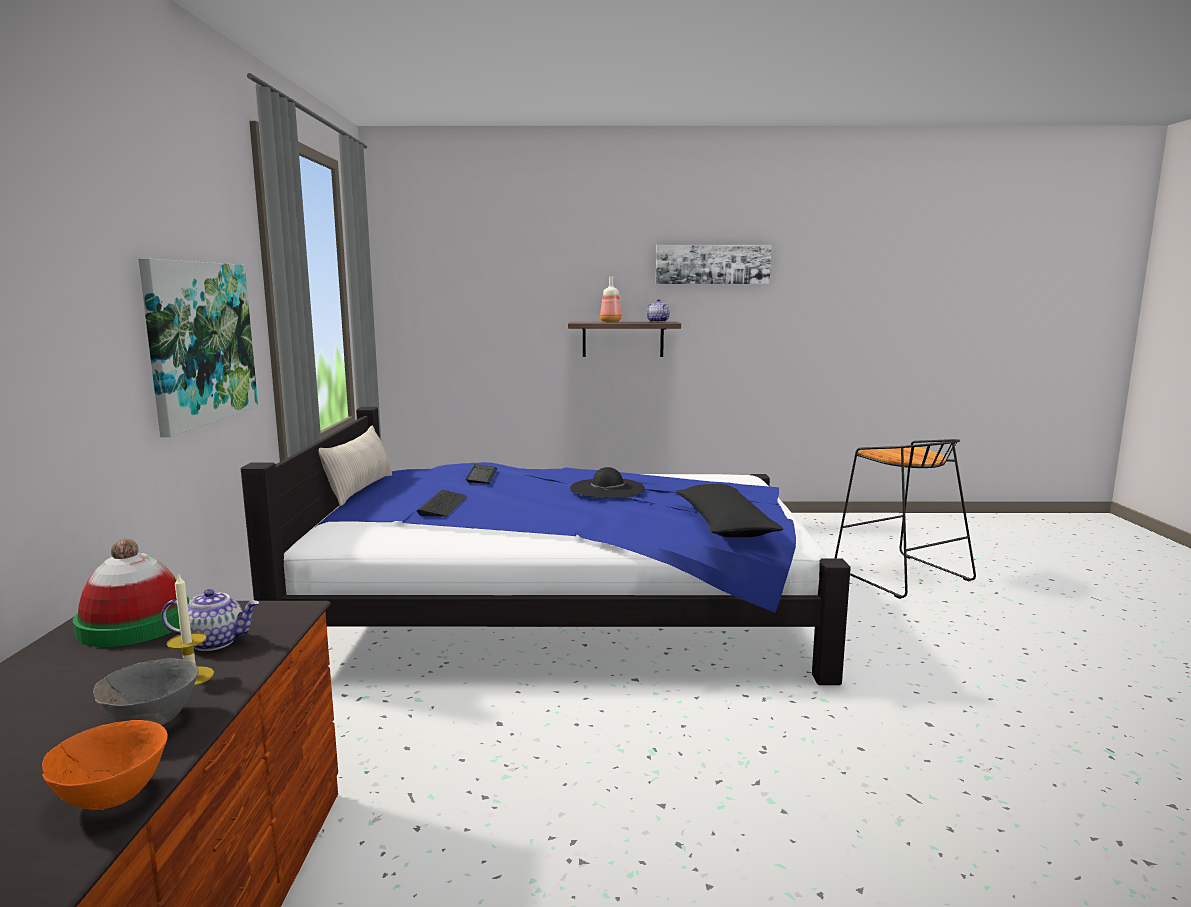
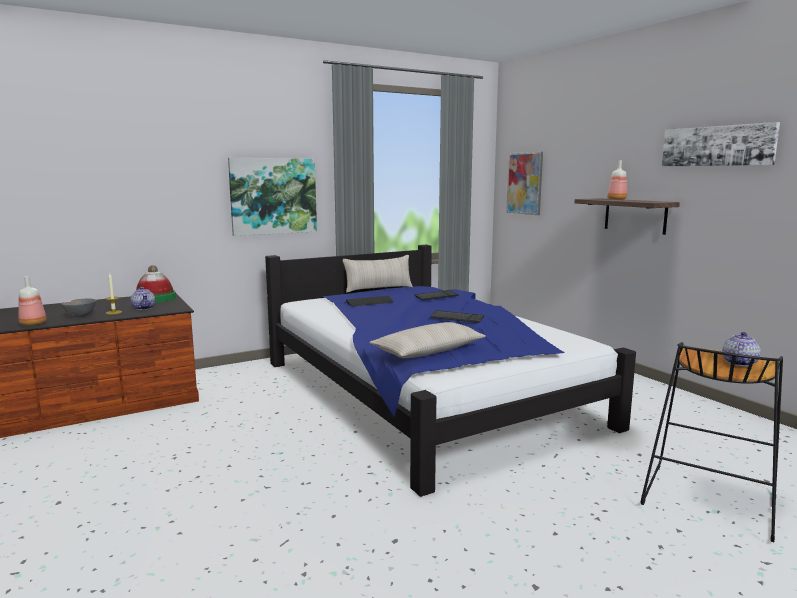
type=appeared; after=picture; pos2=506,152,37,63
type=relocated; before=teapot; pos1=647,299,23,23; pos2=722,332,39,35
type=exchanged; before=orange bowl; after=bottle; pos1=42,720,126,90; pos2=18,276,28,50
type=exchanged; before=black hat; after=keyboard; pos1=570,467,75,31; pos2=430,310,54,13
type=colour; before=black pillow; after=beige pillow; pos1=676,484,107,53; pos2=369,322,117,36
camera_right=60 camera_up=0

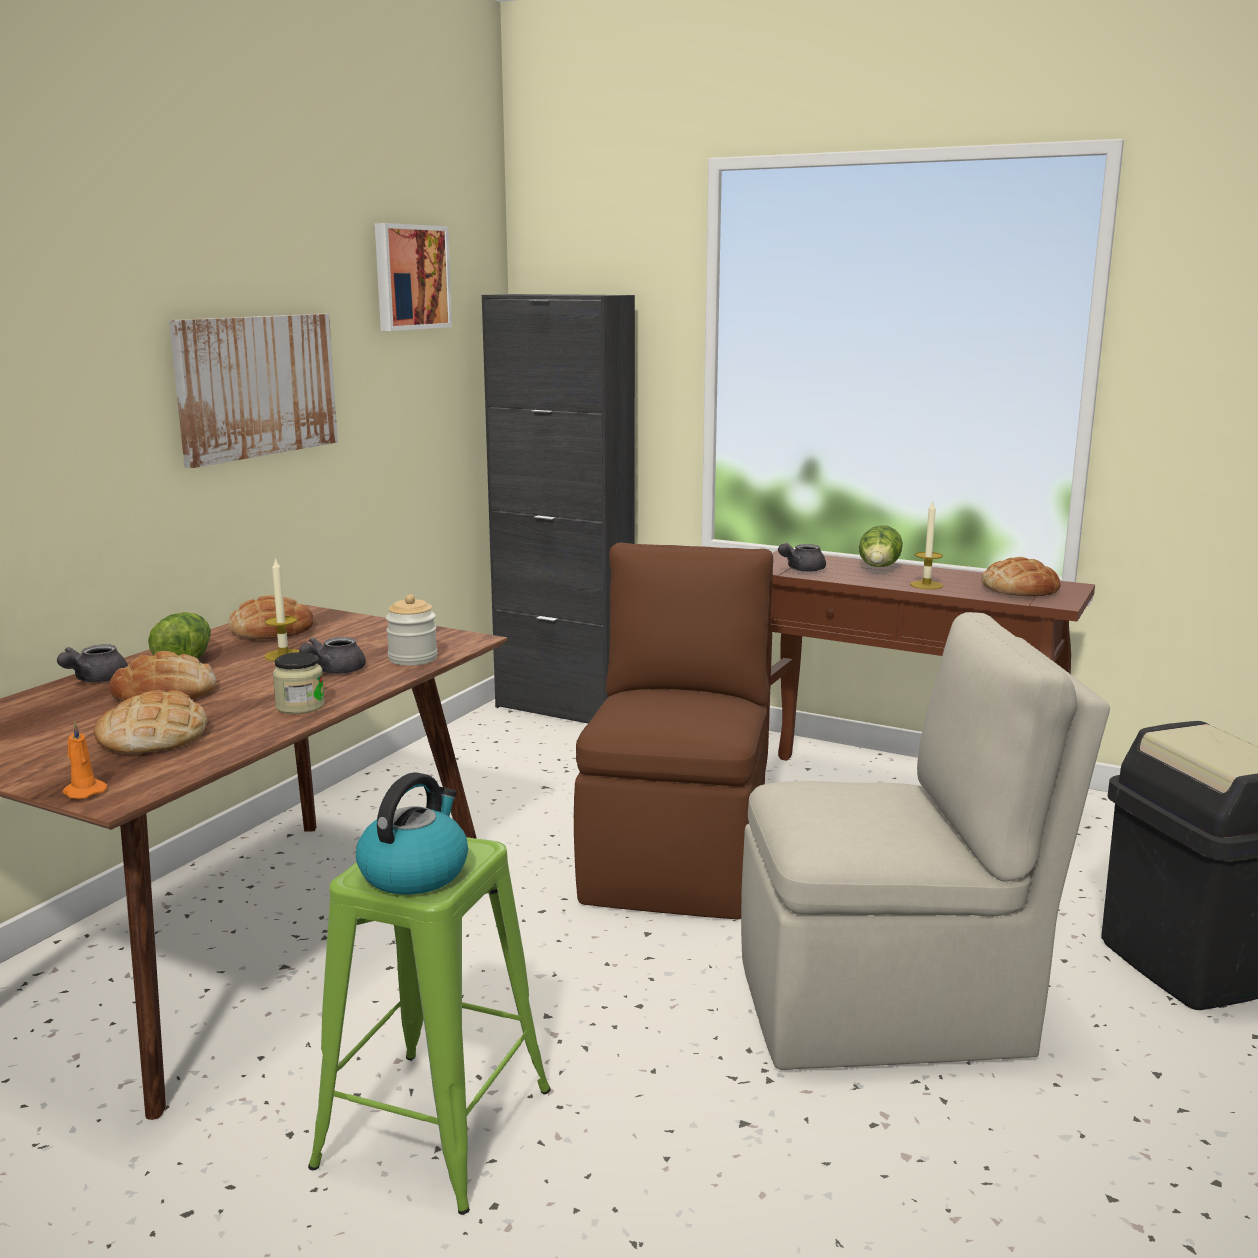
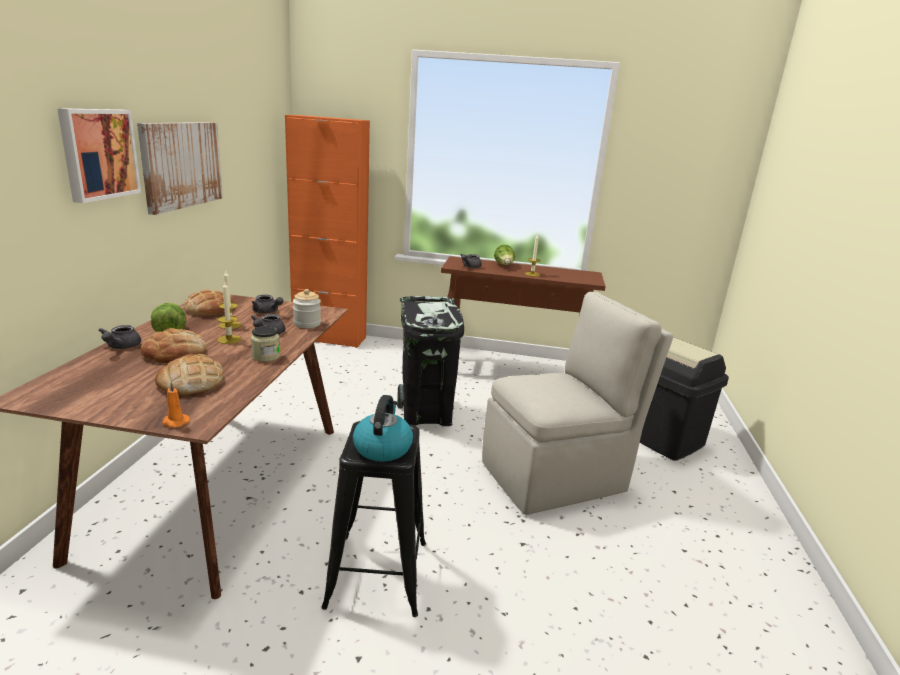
type=missing; before=bread; pos1=982,557,79,40
type=appeared; after=candle; pos2=217,282,24,62
type=appeared; after=grey teapot; pos2=252,295,31,19
type=relocated; before=picture; pos1=375,223,77,108; pos2=57,108,84,95
type=exchanged; before=brown chair; after=black trash can; pos1=574,543,199,377; pos2=397,296,67,130
type=colour; before=green stool; after=black stool; pos1=308,837,243,378; pos2=322,421,104,196
type=colour; before=black cabinet; after=orange cabinet; pos1=482,294,153,430; pos2=285,115,85,233
camera_right=-20 camera_up=5

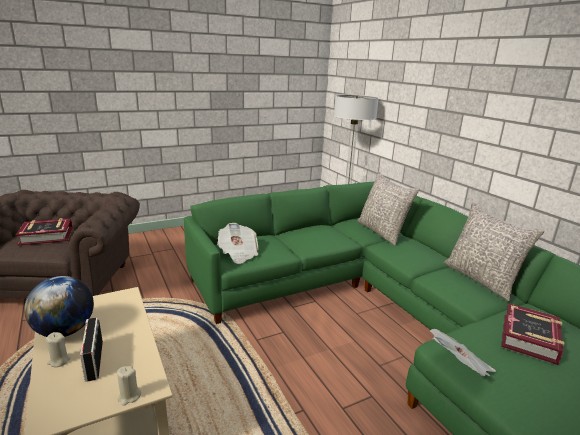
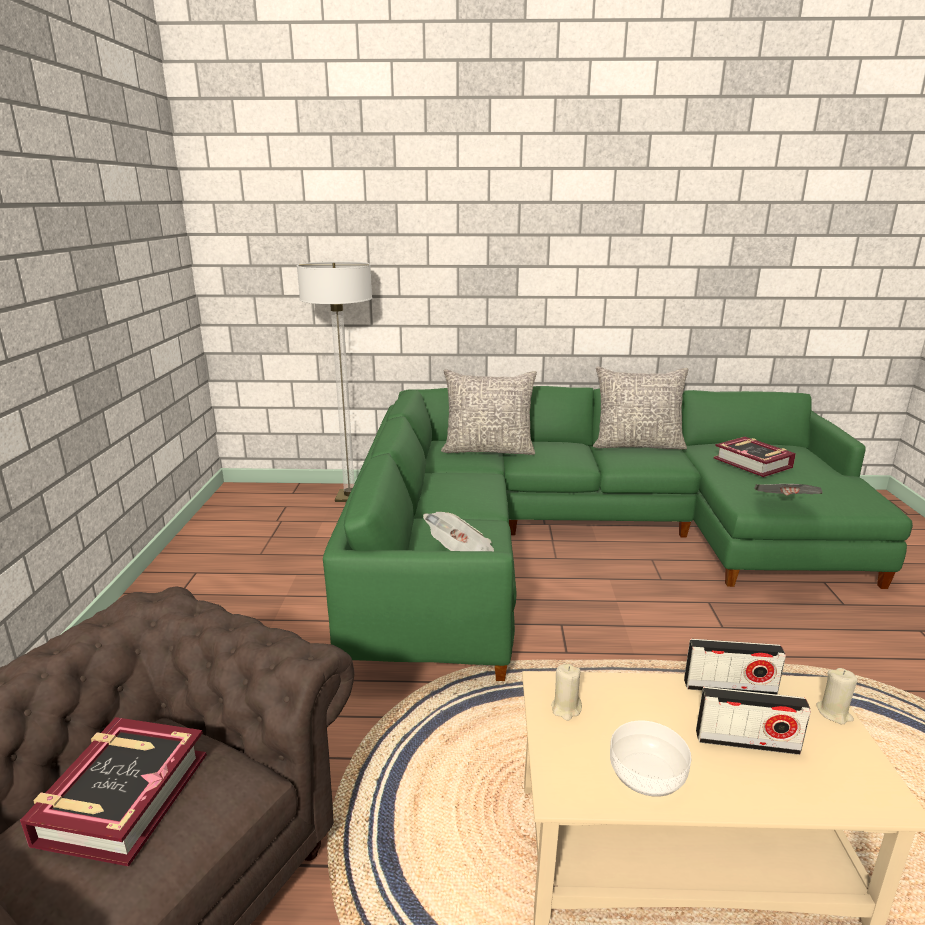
type=appeared; after=radio; pos2=684,639,102,56
type=relocated; before=beige candle; pos1=46,332,25,35; pos2=551,664,31,57
type=exchanged; before=globe; after=bowl; pos1=24,276,70,61; pos2=610,720,82,77
camera_right=-60 camera_up=0

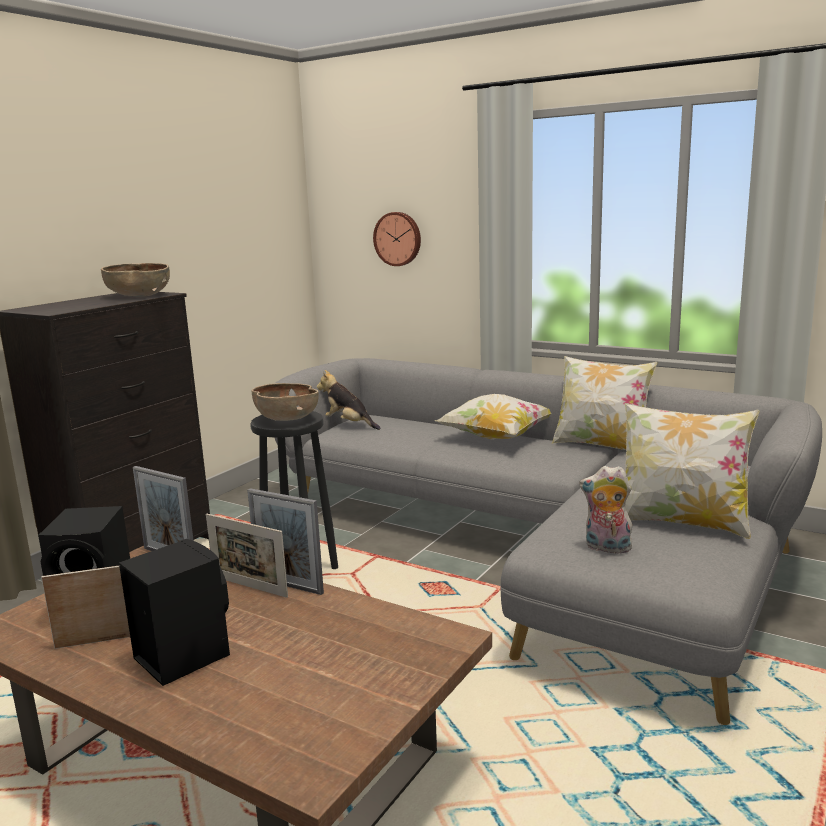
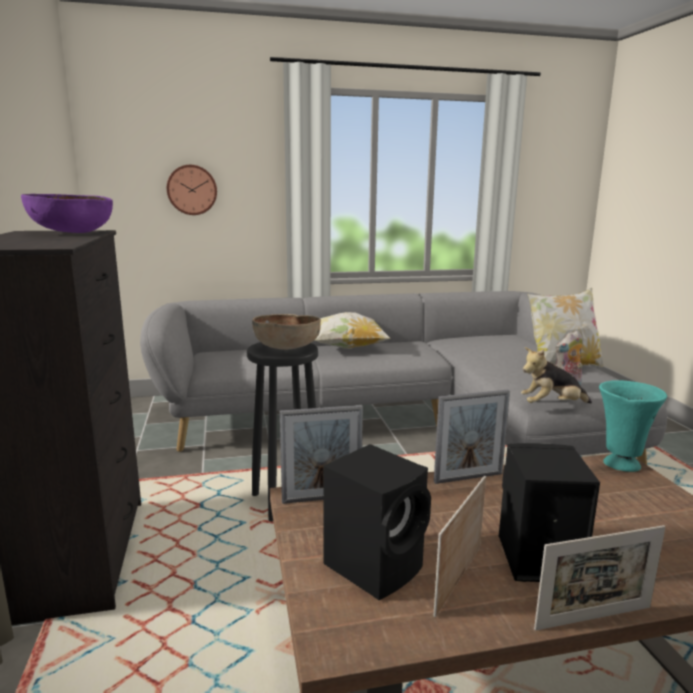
type=missing; before=pillow; pos1=552,356,105,94
type=appeared; after=turquoise vase; pos2=599,380,68,92
type=relocated; before=picture frame; pos1=206,514,82,84; pos2=534,525,131,106
type=relocated; before=plush toy; pos1=317,370,64,60; pos2=521,347,71,56
type=colour; before=brown bowl; after=purple bowl; pos1=101,263,69,33; pos2=21,194,92,39
camera_right=-45 camera_up=0

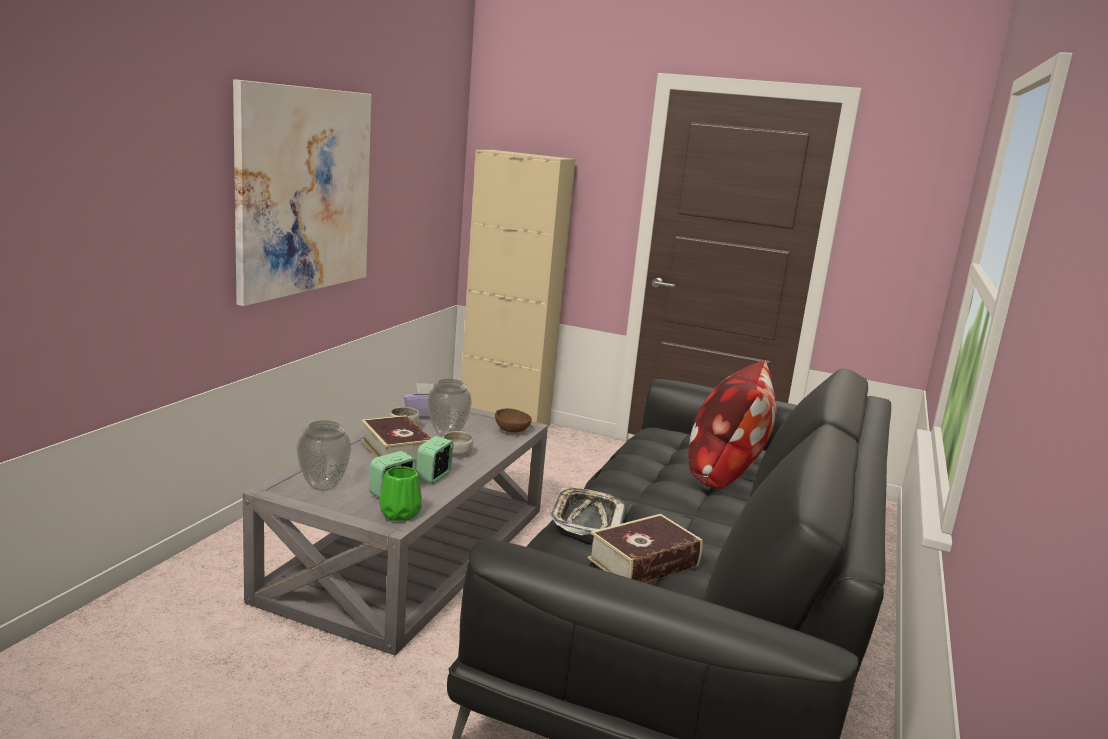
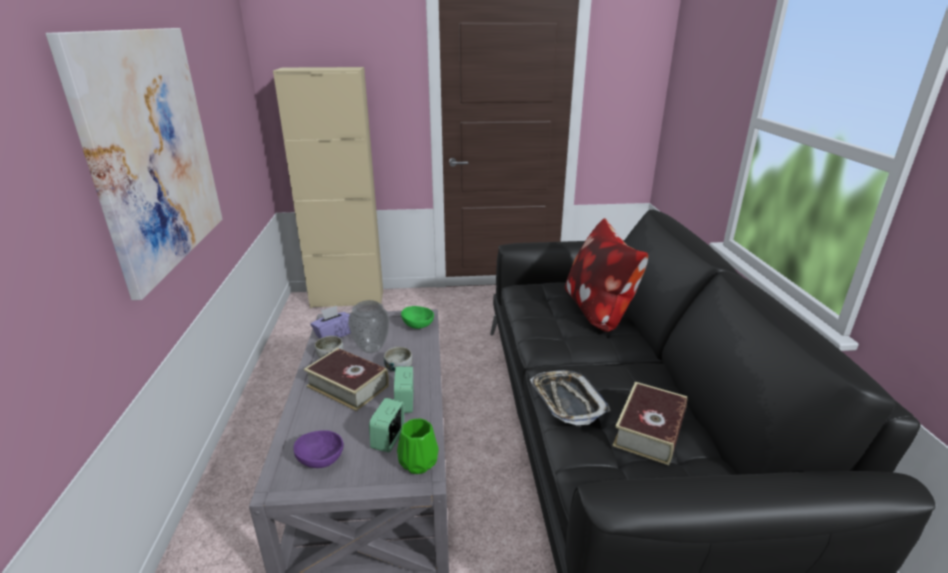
type=exchanged; before=vase; after=purple bowl; pos1=296,420,55,71; pos2=293,430,51,38
type=colour; before=brown bowl; after=green bowl; pos1=495,408,37,24; pos2=401,306,33,23
camera_right=-25 camera_up=10

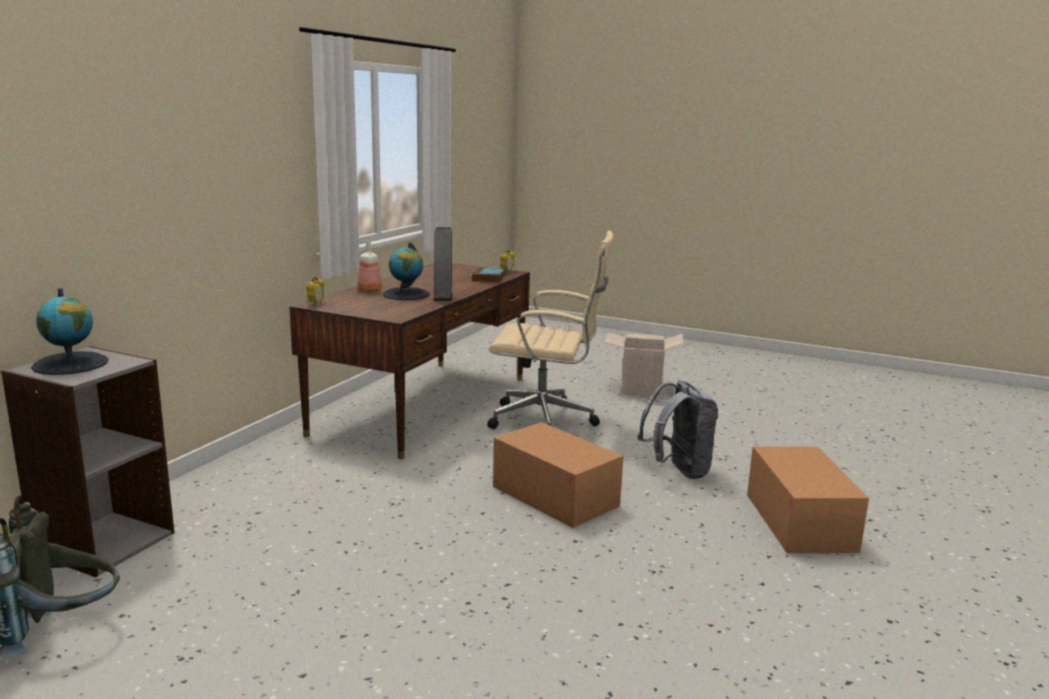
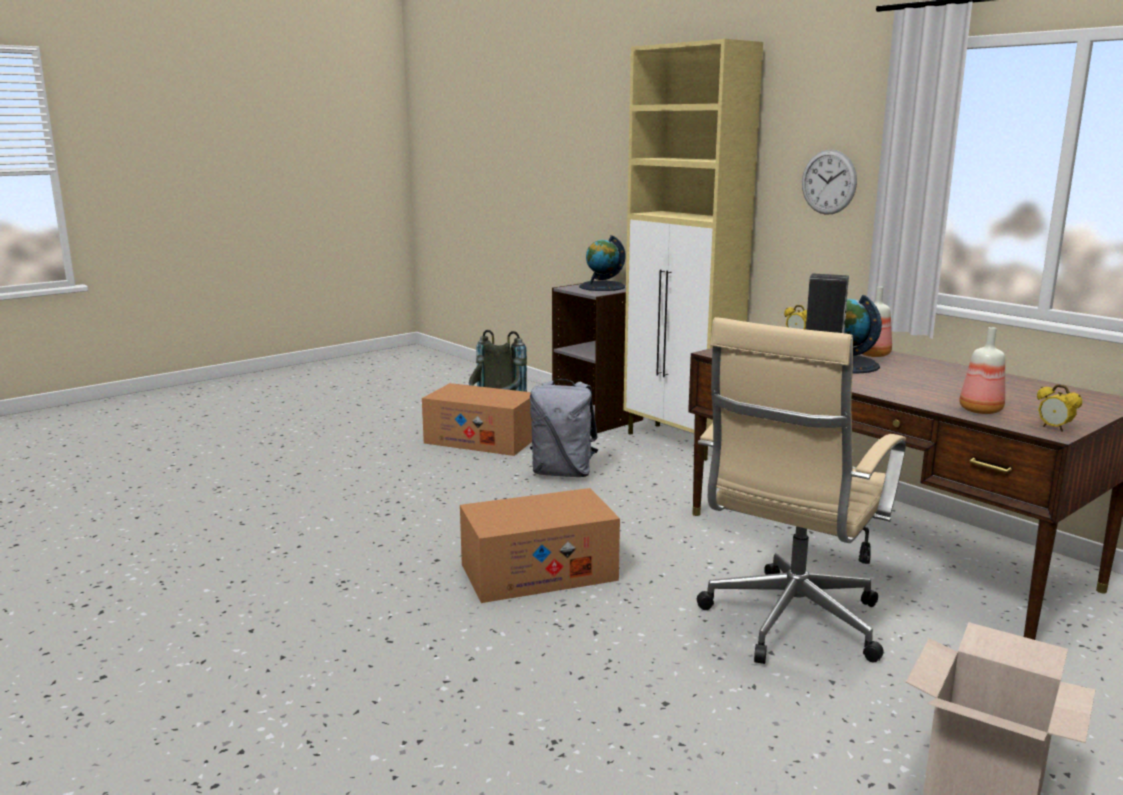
type=appeared; after=beige cabinet; pos2=623,39,140,422
type=appeared; after=wall clock; pos2=802,149,55,66
type=relocated; before=grey backpack; pos1=638,380,80,99; pos2=530,379,68,98
type=relocated; before=cardboard box; pos1=747,446,122,107; pos2=422,383,110,73
type=exchanged; before=book; after=bottle; pos1=472,267,33,16; pos2=959,327,46,87
camera_right=115 camera_up=0

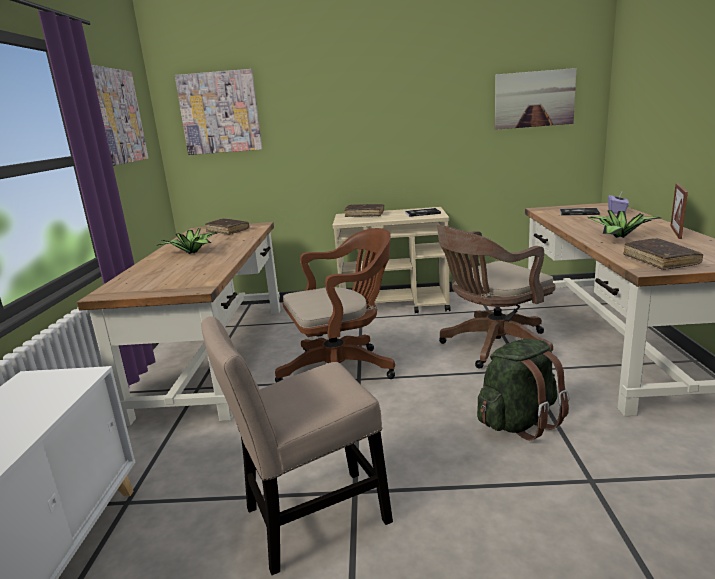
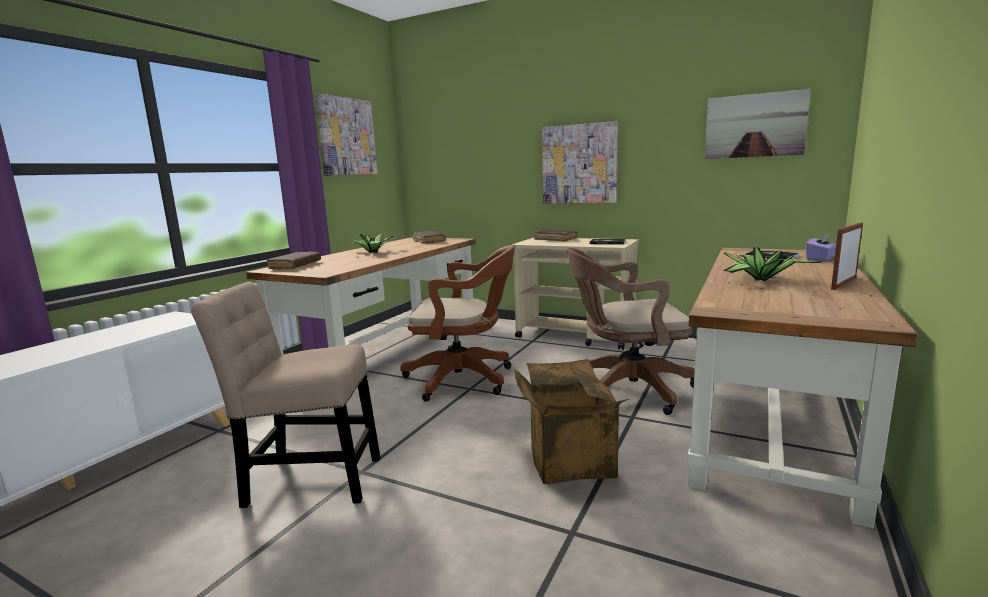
type=relocated; before=picture; pos1=175,69,87,86; pos2=542,121,76,83
type=relocated; before=brown book; pos1=623,238,80,32; pos2=267,252,54,17
type=exchanged; before=green backpack; after=cardboard box; pos1=477,339,92,102; pos2=514,359,115,125
camera_right=25 camera_up=-5

